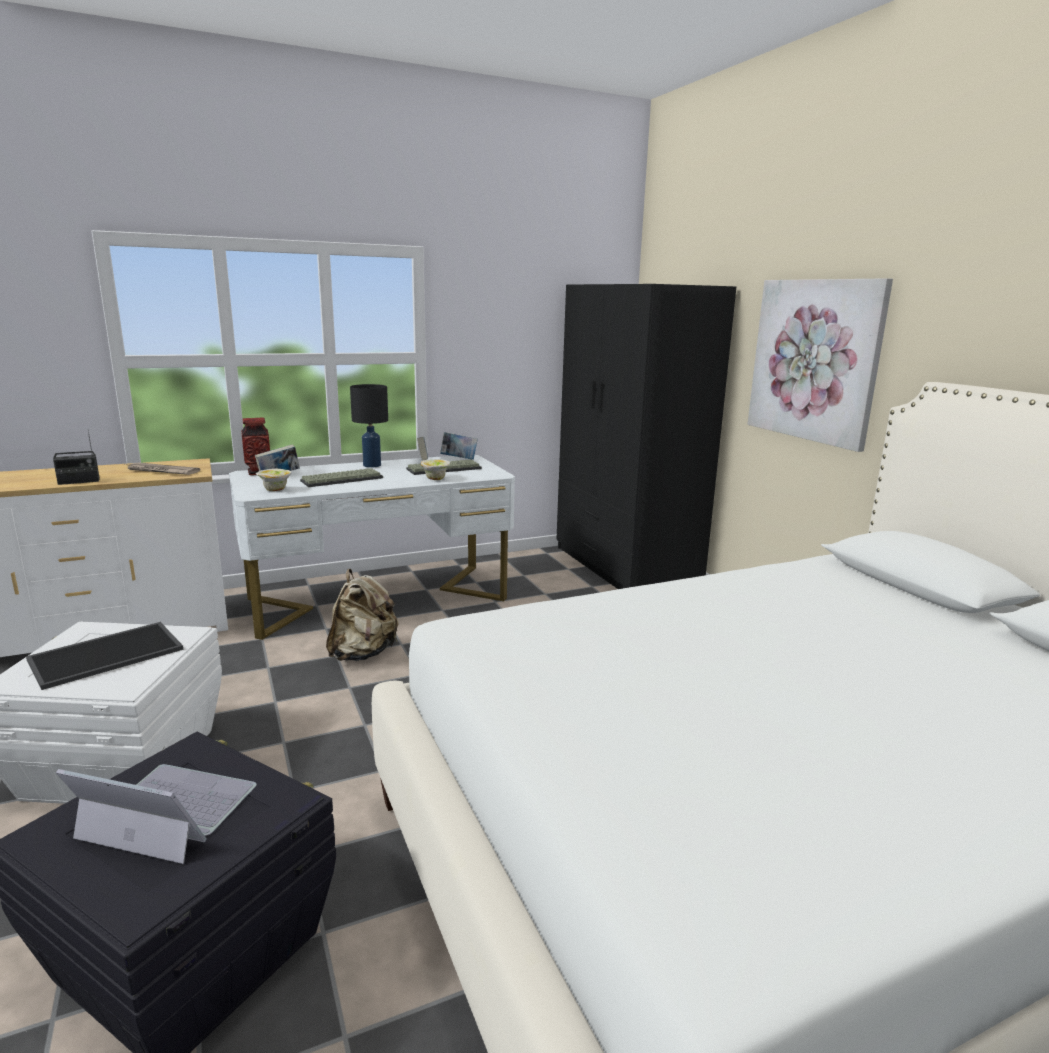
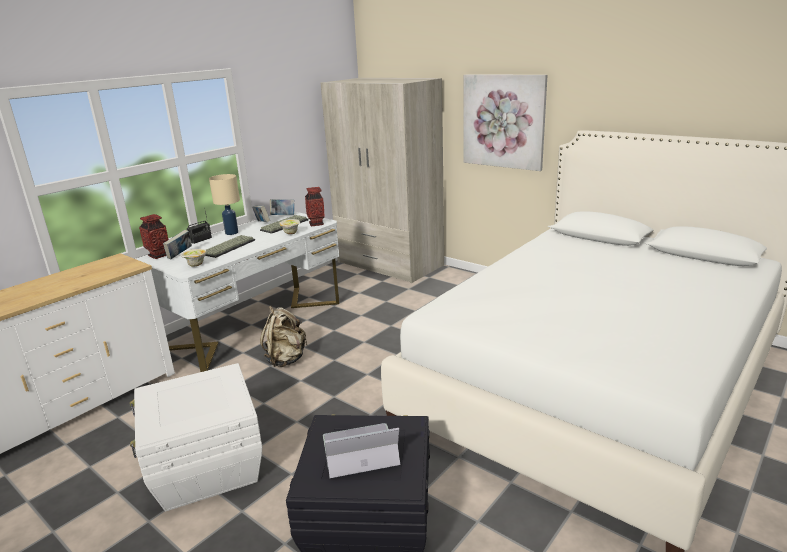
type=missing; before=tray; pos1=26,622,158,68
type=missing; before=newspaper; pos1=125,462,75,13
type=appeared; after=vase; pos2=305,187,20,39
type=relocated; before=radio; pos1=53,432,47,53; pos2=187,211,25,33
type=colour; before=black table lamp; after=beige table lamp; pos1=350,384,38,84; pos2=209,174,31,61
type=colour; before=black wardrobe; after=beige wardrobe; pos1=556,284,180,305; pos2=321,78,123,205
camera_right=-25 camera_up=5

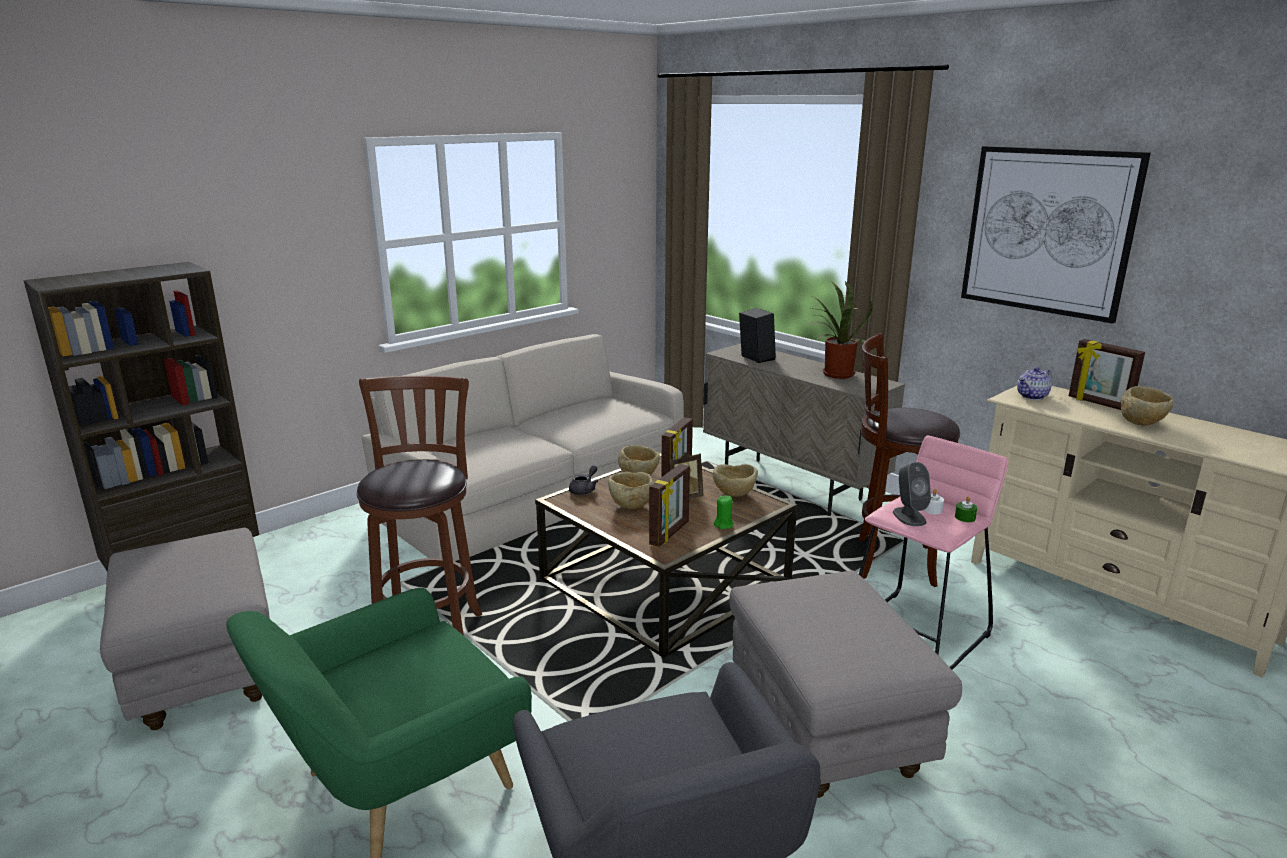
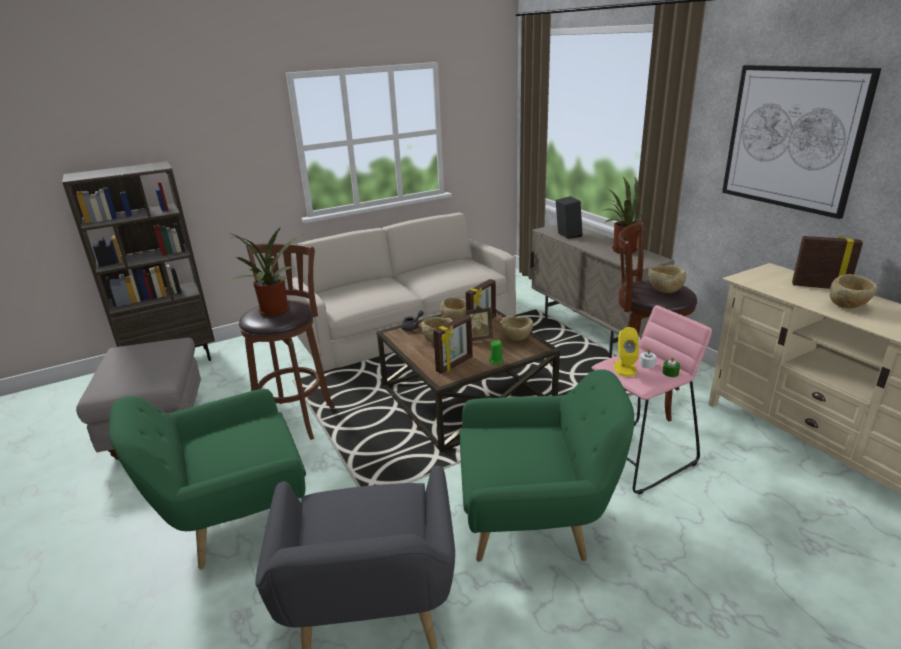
type=missing; before=teapot; pos1=1017,367,35,33
type=appeared; after=potted plant; pos2=229,227,75,90
type=appeared; after=beige bowl; pos2=648,264,38,29
type=exchanged; before=grey ottoman; after=green armchair; pos1=729,571,233,227; pos2=460,370,174,192
type=colour; before=grey speaker; after=yellow speaker; pos1=893,462,38,64; pos2=614,327,25,50
type=spun; before=picture frame; pos1=1069,339,76,71; pos2=792,236,71,53; turn=135
camera_right=15 camera_up=5

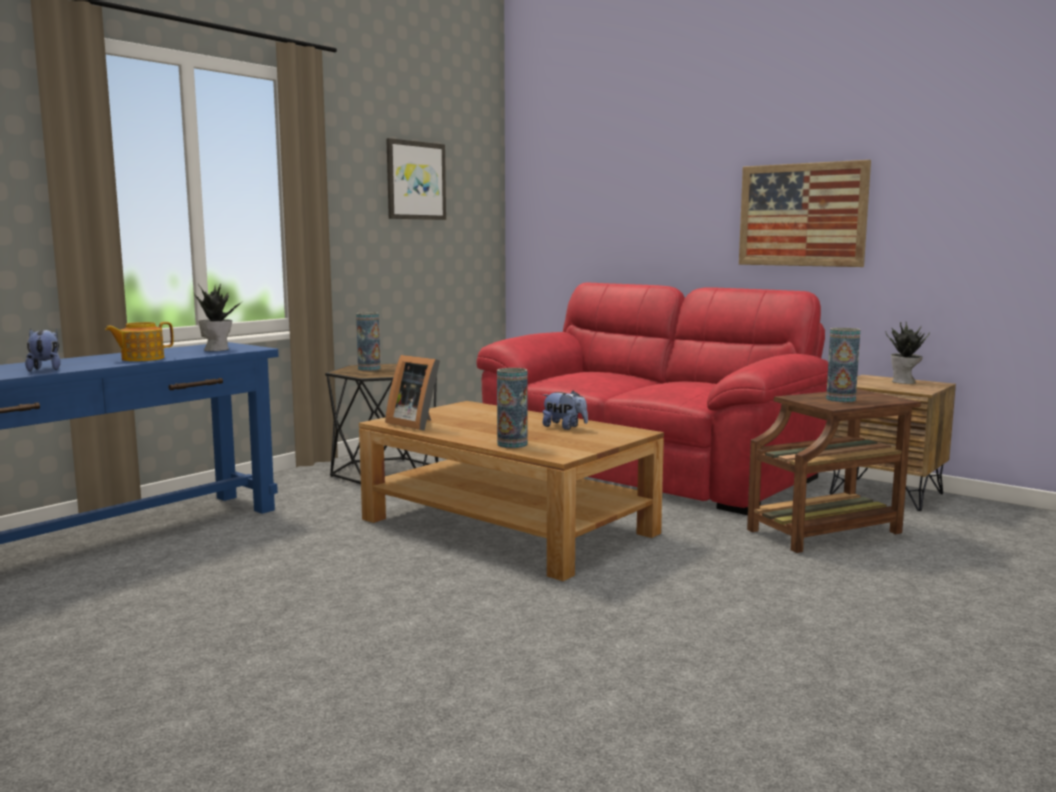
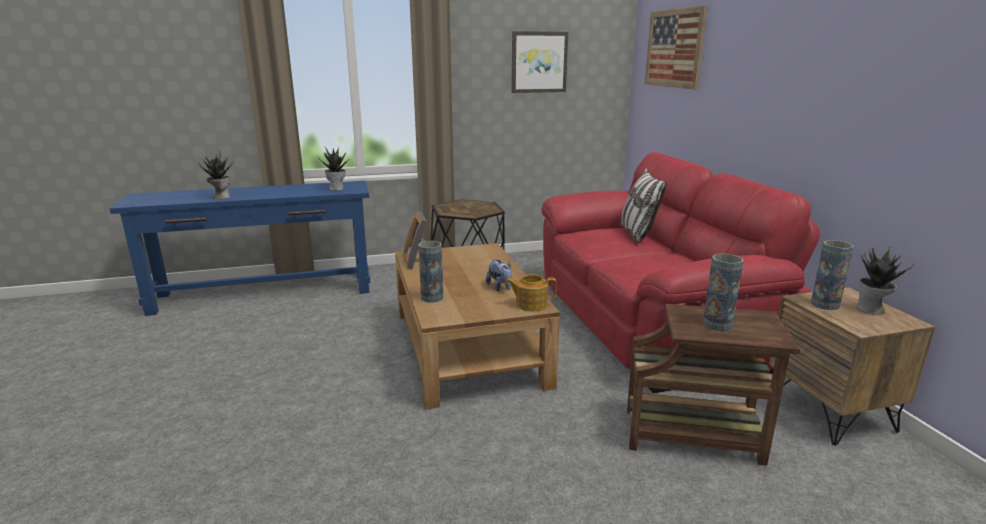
type=appeared; after=pillow; pos2=620,168,47,75
type=relocated; before=teapot; pos1=105,322,69,39; pos2=506,274,51,37
type=relocated; before=vase; pos1=356,312,24,59; pos2=811,240,43,70
type=relocated; before=picture; pos1=739,160,132,107; pos2=645,5,63,84
type=exchanged; before=plush toy; after=potted plant; pos1=25,328,36,43; pos2=199,152,34,47
camera_right=35 camera_up=10

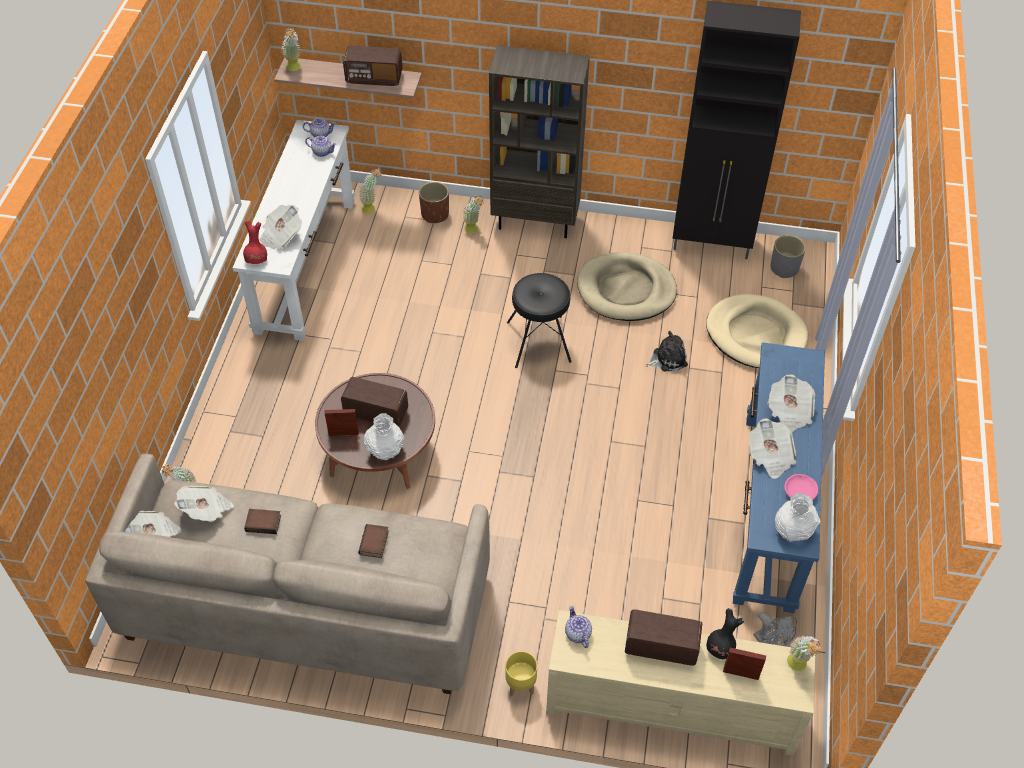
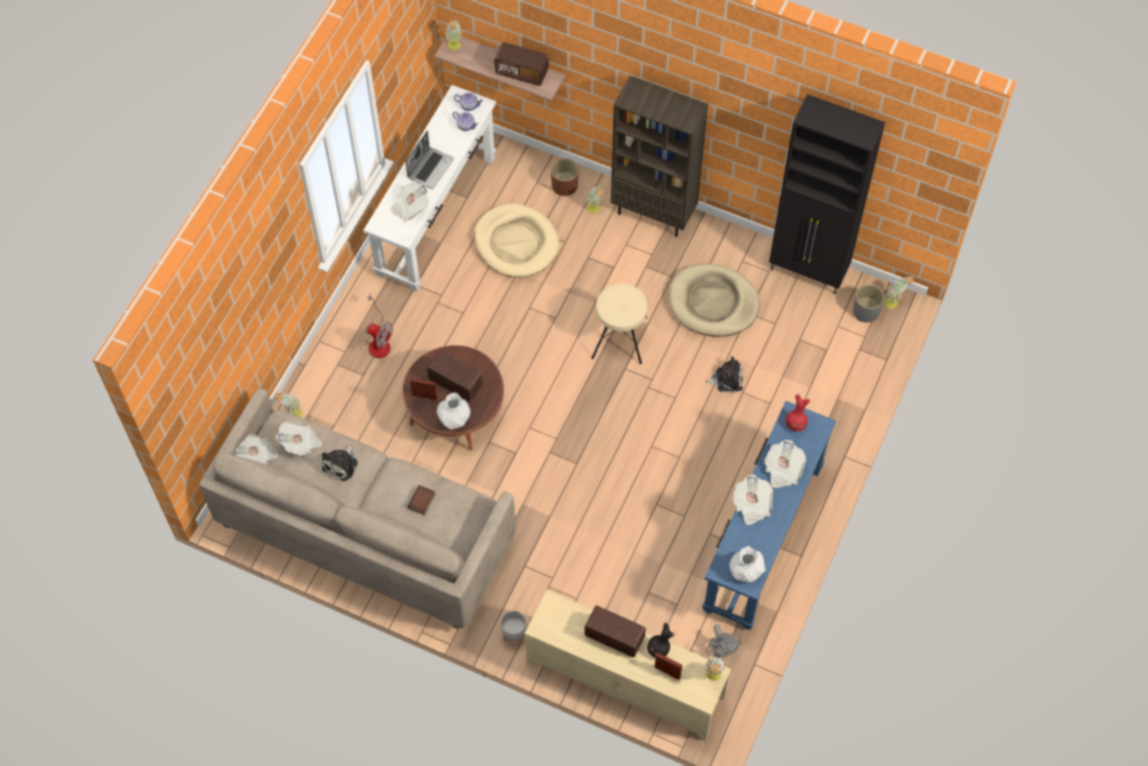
type=missing; before=teapot; pos1=565,606,27,42
type=missing; before=pink bowl; pos1=784,474,34,26
type=appeared; after=fan; pos2=365,293,28,65
type=appeared; after=laptop; pos2=405,131,49,58
type=relocated; before=red vase; pos1=243,220,24,44; pos2=786,394,24,37
type=relocated; before=potted plant; pos1=359,169,23,45; pos2=885,276,29,33
type=relocated; before=beige dog bed; pos1=706,294,102,74; pos2=474,204,85,74
type=exchanged; before=book; after=plush toy; pos1=244,509,37,25; pos2=322,444,36,37
type=colour; before=yellow planter; after=grey planter; pos1=505,651,32,45; pos2=501,611,25,34
type=colour; before=black stool; after=beige stool; pos1=507,273,65,95; pos2=591,283,56,81
camera_right=15 camera_up=10

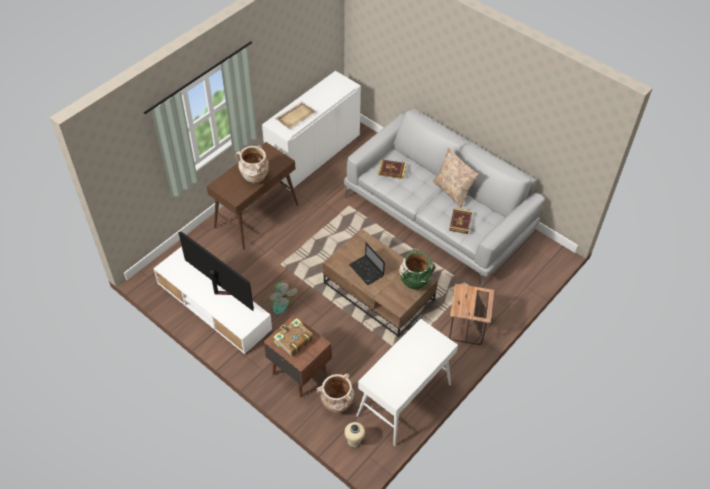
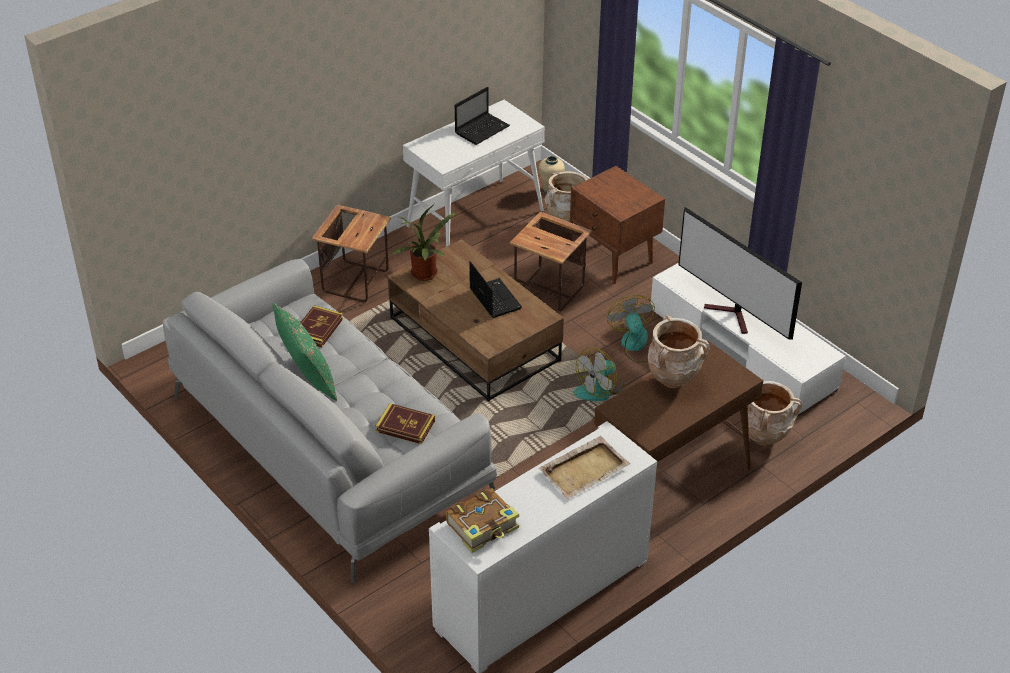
type=appeared; after=laptop; pos2=455,87,55,58
type=appeared; after=side table; pos2=510,212,82,99
type=appeared; after=fan; pos2=574,347,50,54
type=appeared; after=beige vase; pos2=748,381,54,65
type=relocated; before=book; pos1=273,318,40,38; pos2=446,488,73,65
type=exchanged; before=green vase; after=potted plant; pos1=399,248,36,41; pos2=391,205,66,76
type=colour; before=beige pillow; after=green pillow; pos1=433,148,45,60; pos2=272,303,65,98
camera_right=-170 camera_up=-10

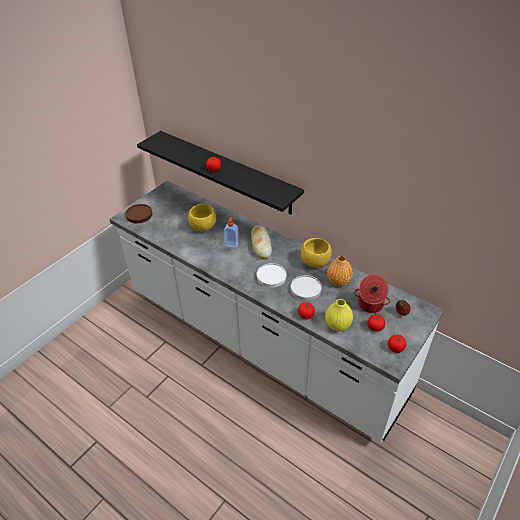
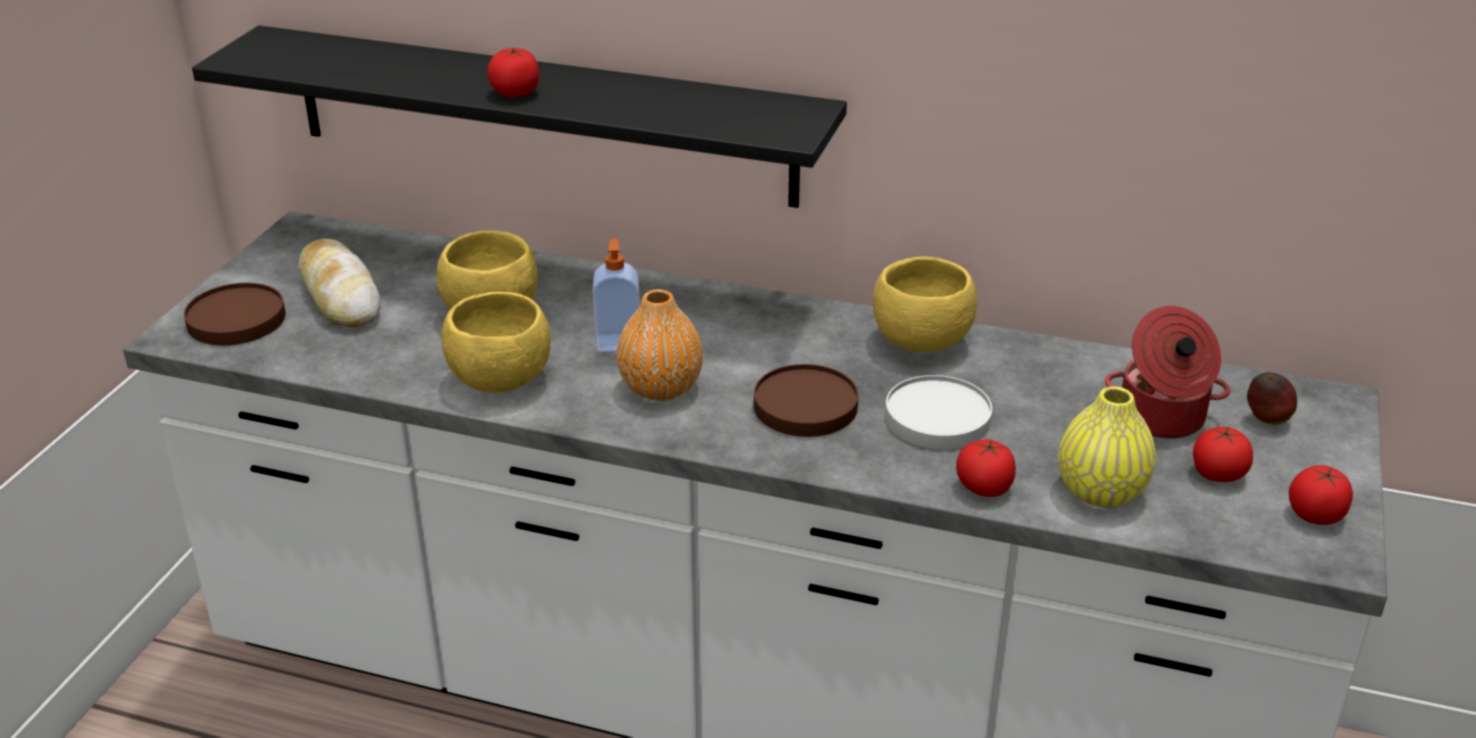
type=appeared; after=yellow bowl; pos2=442,292,109,101
type=relocated; before=bread; pos1=251,226,21,33; pos2=299,239,82,88
type=relocated; before=orange vase; pos1=327,256,26,30; pos2=616,289,87,112
type=colour; before=white plate; after=brown plate; pos1=257,263,30,25; pos2=754,364,104,73
camera_right=-20 camera_up=-10

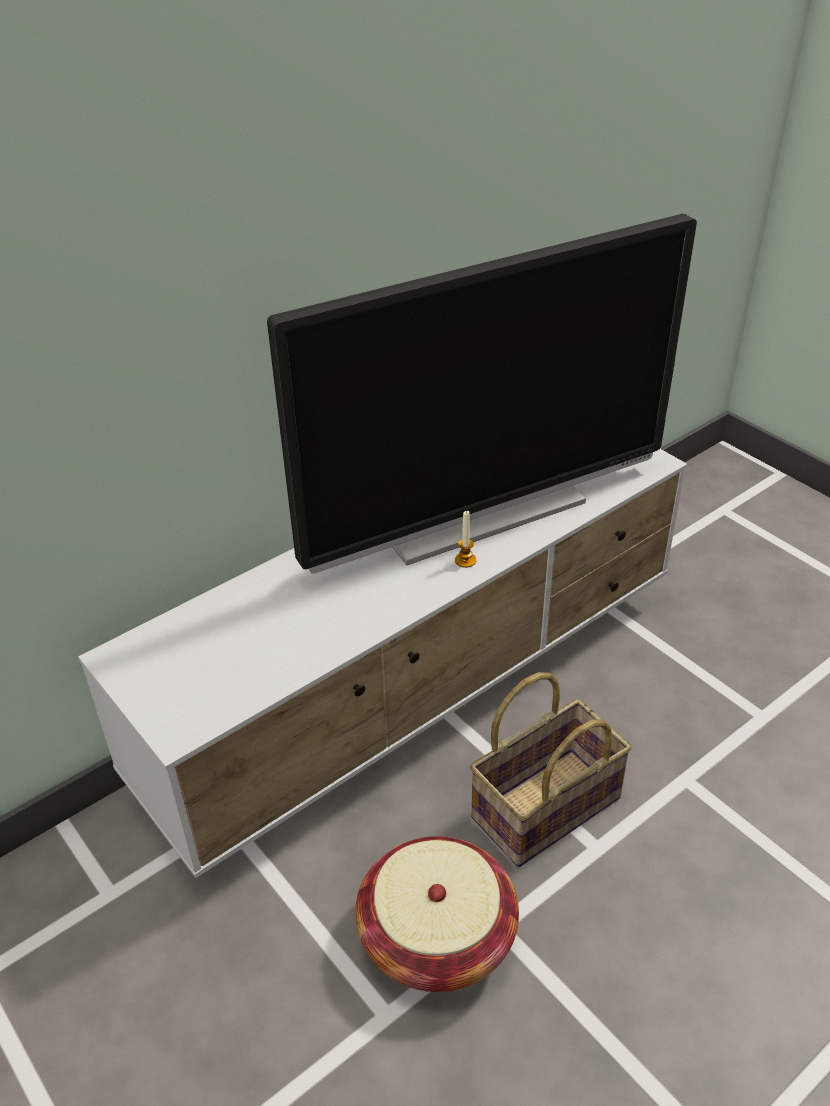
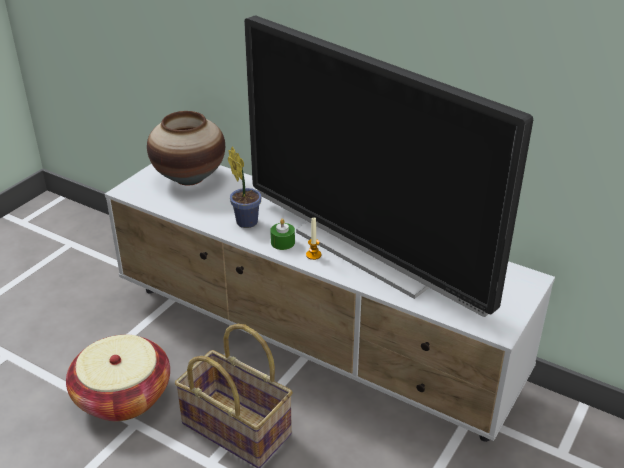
type=appeared; after=vase; pos2=147,111,78,75
type=appeared; after=potted plant; pos2=228,147,34,81
type=appeared; after=green candle; pos2=270,219,25,31
camera_right=70 camera_up=-5

